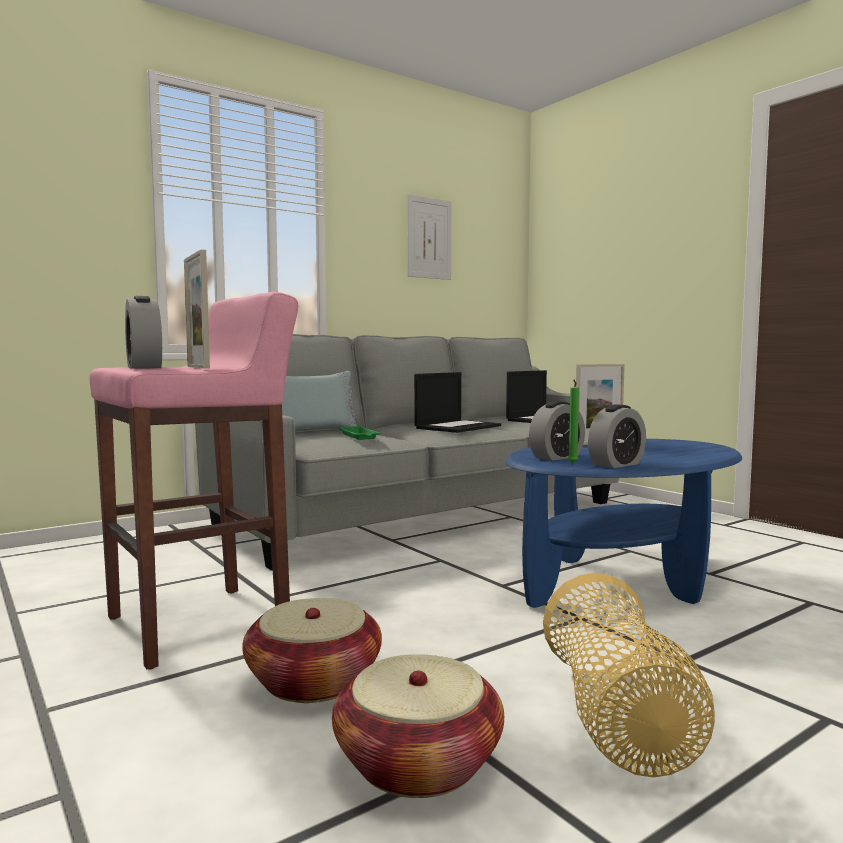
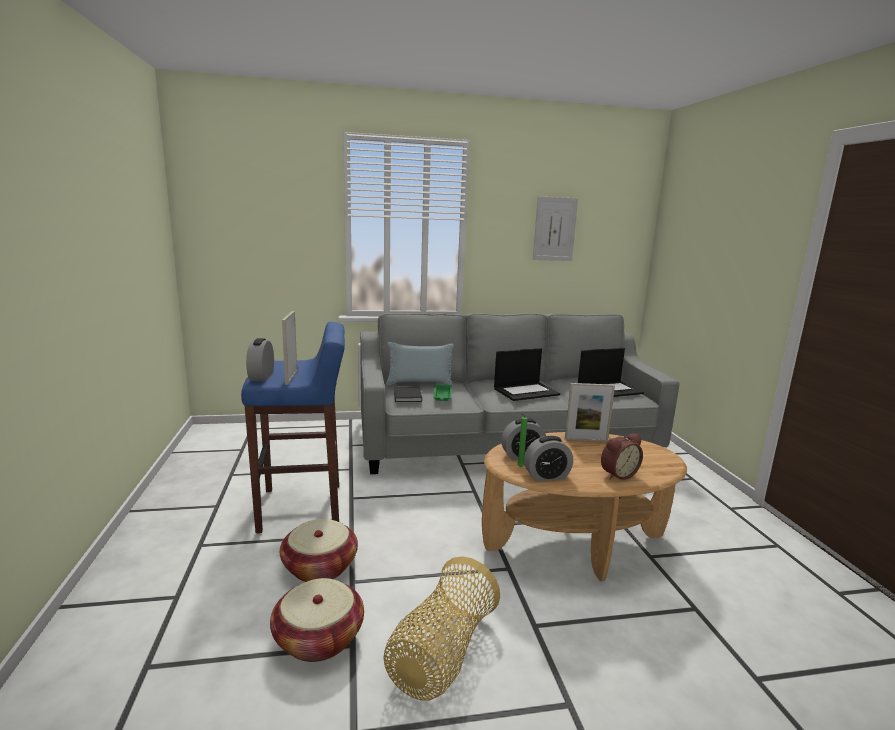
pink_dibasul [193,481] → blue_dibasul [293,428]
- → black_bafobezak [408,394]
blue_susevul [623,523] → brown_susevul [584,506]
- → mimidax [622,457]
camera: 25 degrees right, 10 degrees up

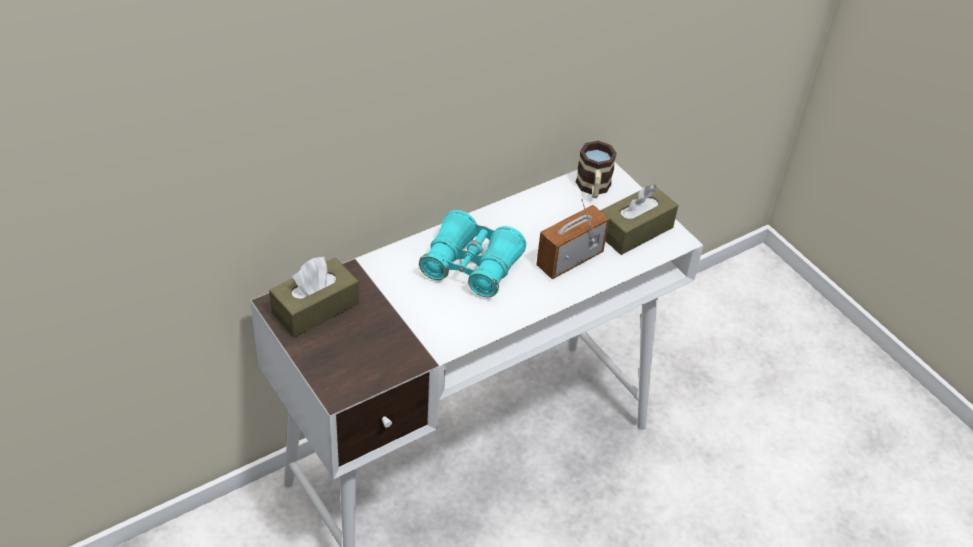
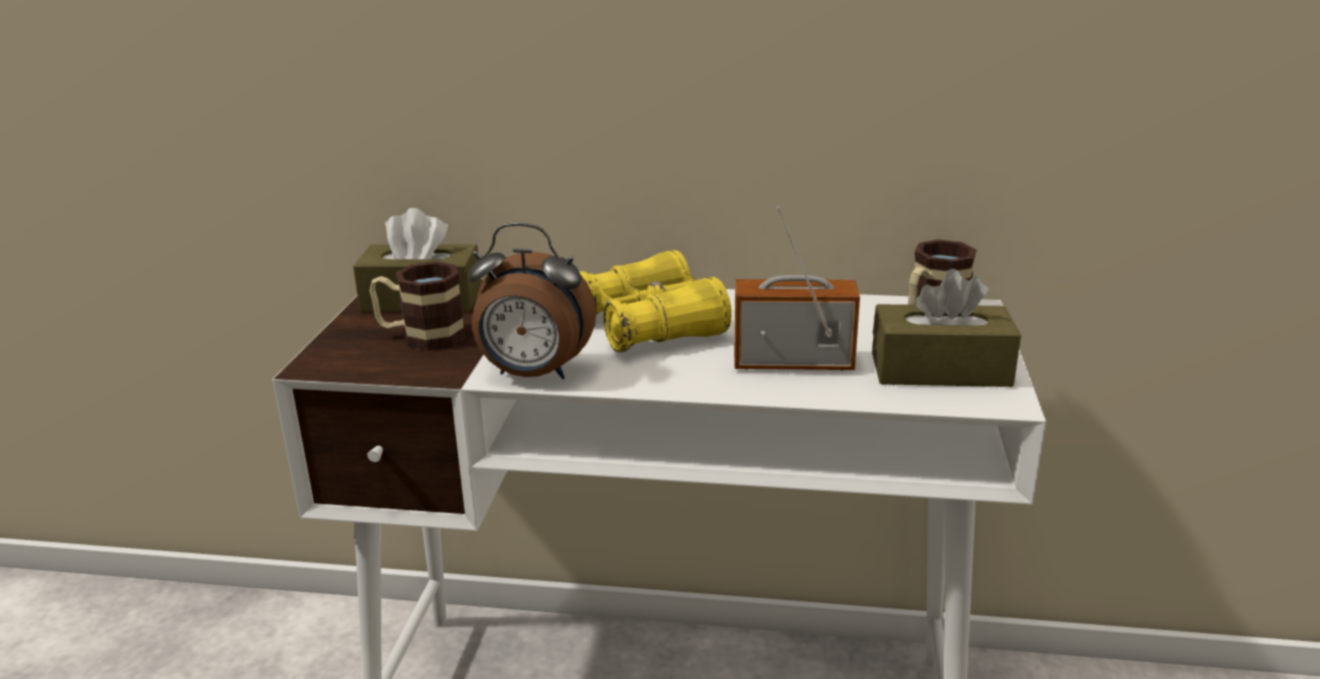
- → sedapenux [418,306]
- → mimidax [532,301]
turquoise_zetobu [472,253] → yellow_zetobu [655,301]
camera: 45 degrees right, 20 degrees down

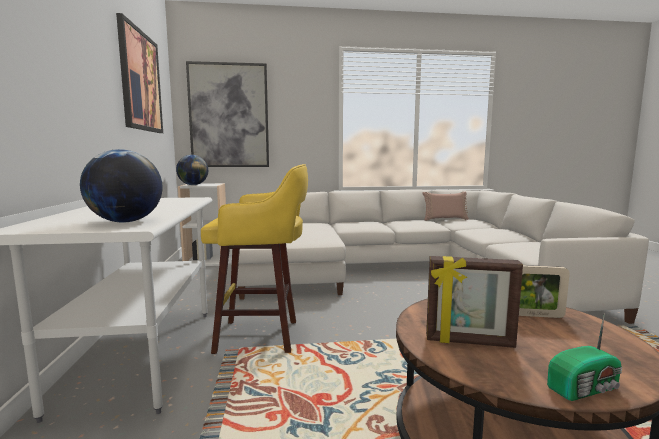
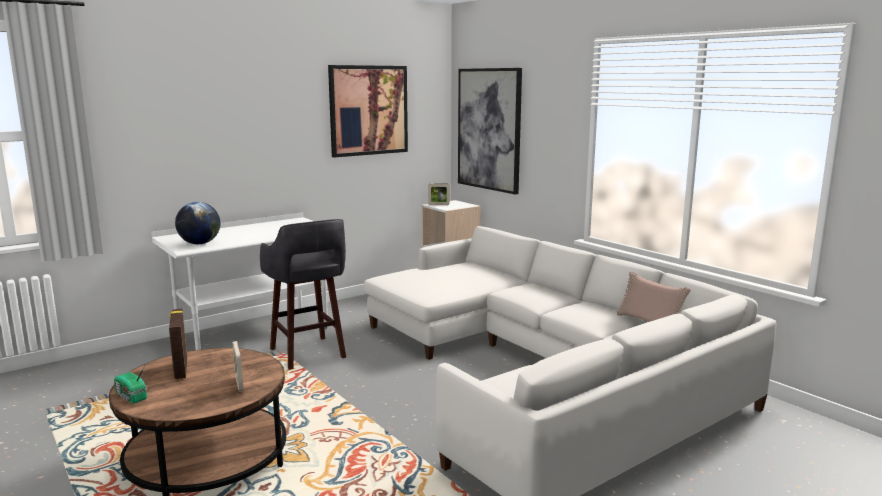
yellow_dibasul [254,259] → grey_dibasul [303,294]
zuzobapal [192,170] → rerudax [439,194]
camera: 60 degrees right, 5 degrees up

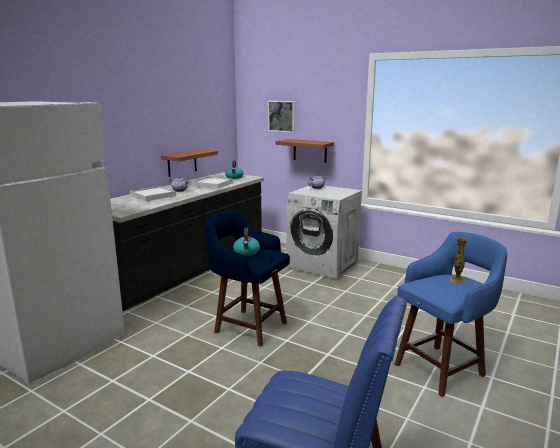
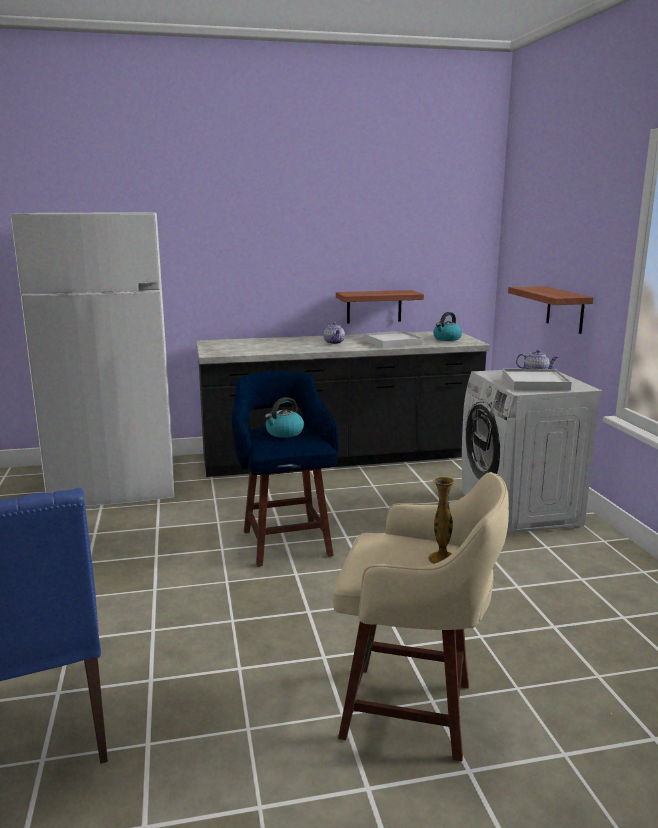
blue_dibasul [451,314] → beige_dibasul [421,616]
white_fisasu [153,193] → white_fisasu [537,380], move
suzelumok [282,117] → -
camera: 45 degrees right, 0 degrees up

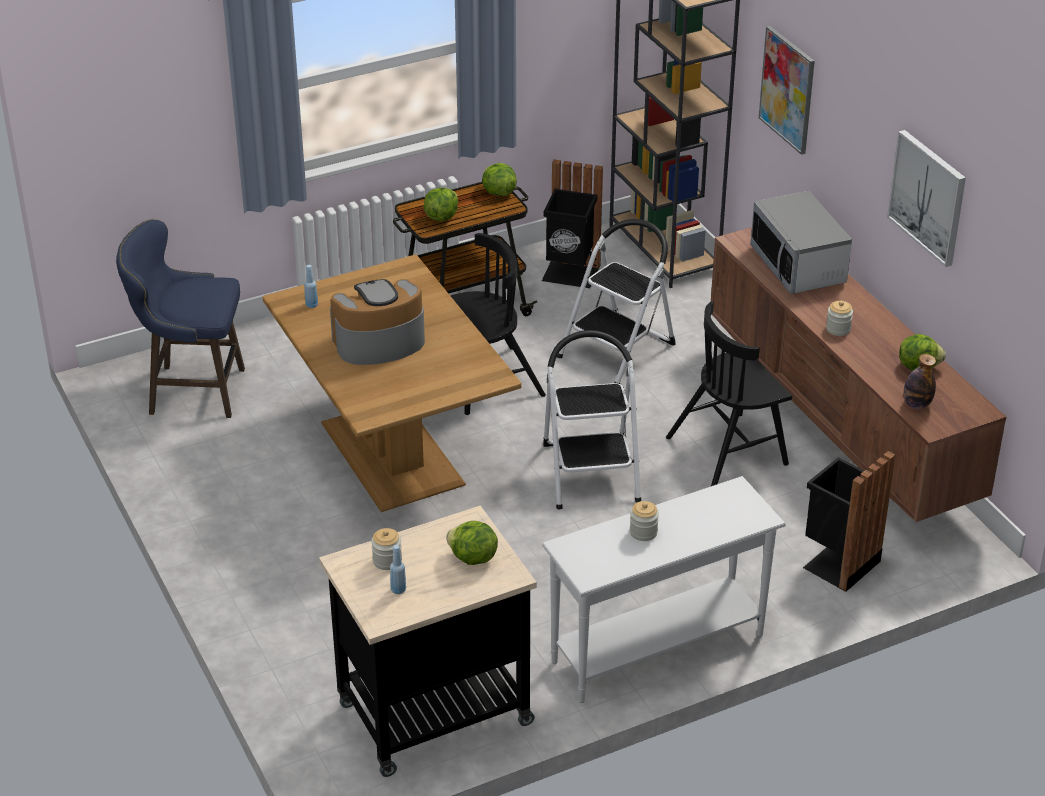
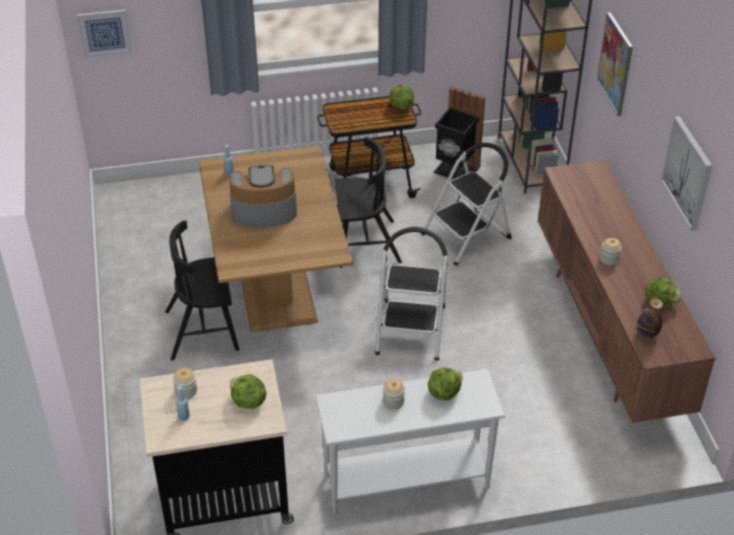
- → suzelumok [104,33]
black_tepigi [729,393] → black_tepigi [202,291], move
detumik [440,204] → detumik [445,384], move
blue_dibasul [180,318] → -
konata [801,242] → -
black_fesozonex [849,521] → -
camera: 15 degrees right, 5 degrees up

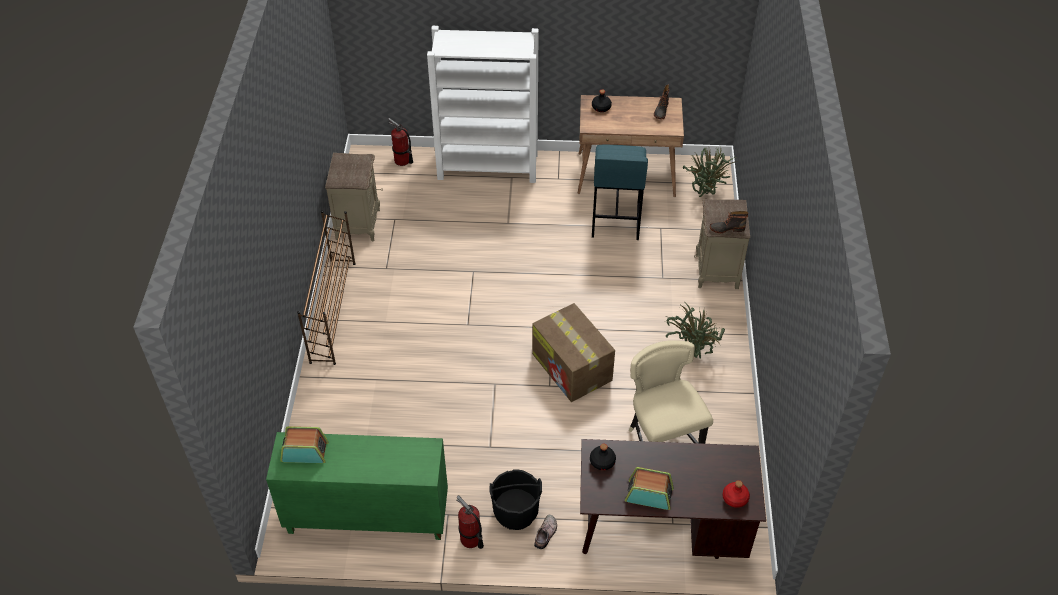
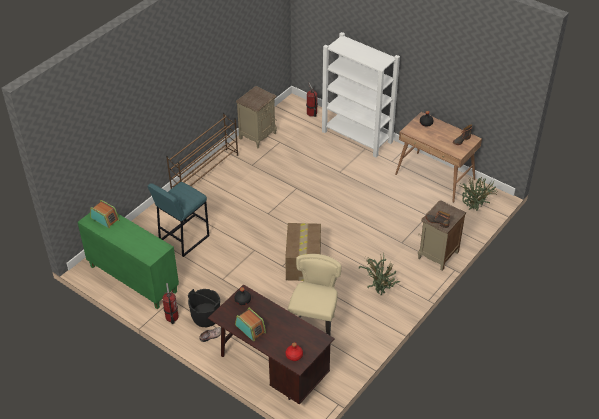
turquoise_dibasul [620,192] → turquoise_dibasul [178,219], move
camera: 35 degrees right, 5 degrees down

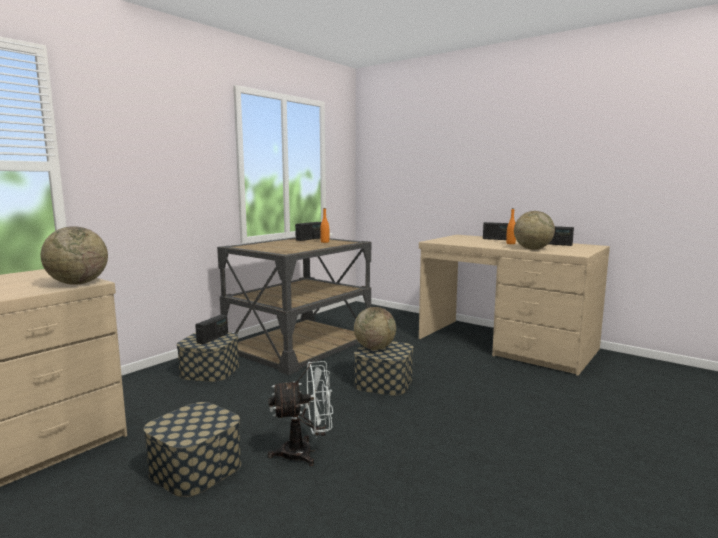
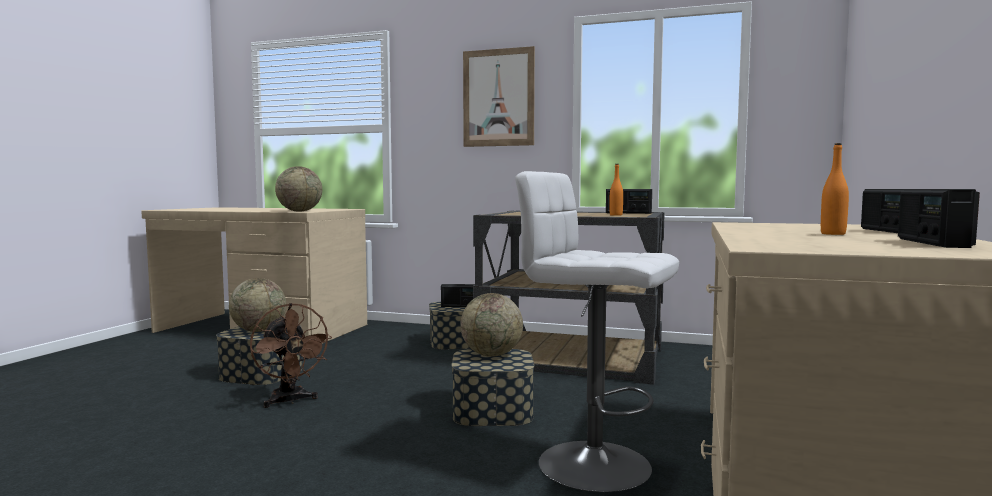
zuzobapal [534,230] → zuzobapal [257,305], move
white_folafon [300,413] → brown_folafon [291,355]
- → suzelumok [499,96]
- → white_dibasul [597,331]
camera: 70 degrees right, 5 degrees down

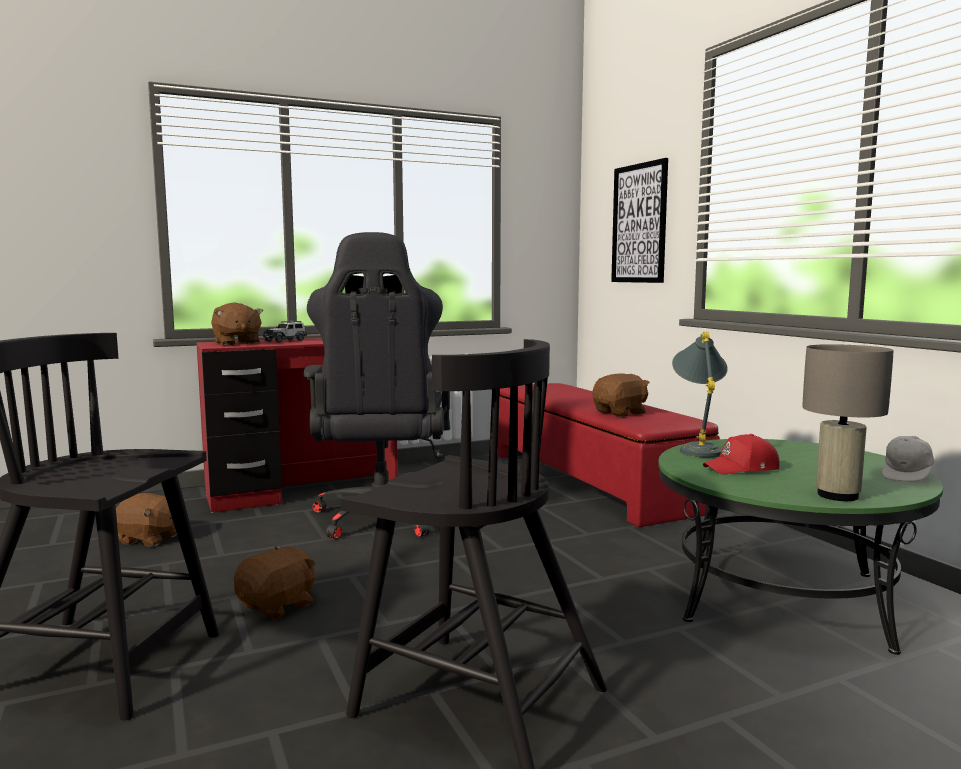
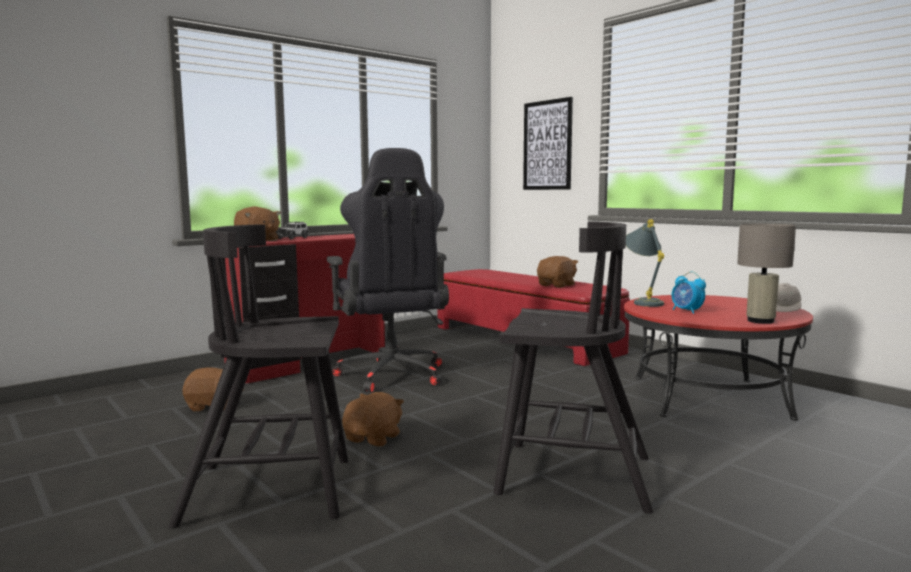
green_susevul [800,547] → red_susevul [718,357]
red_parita [741,454] → mimidax [689,292]
camera: 15 degrees left, 0 degrees up

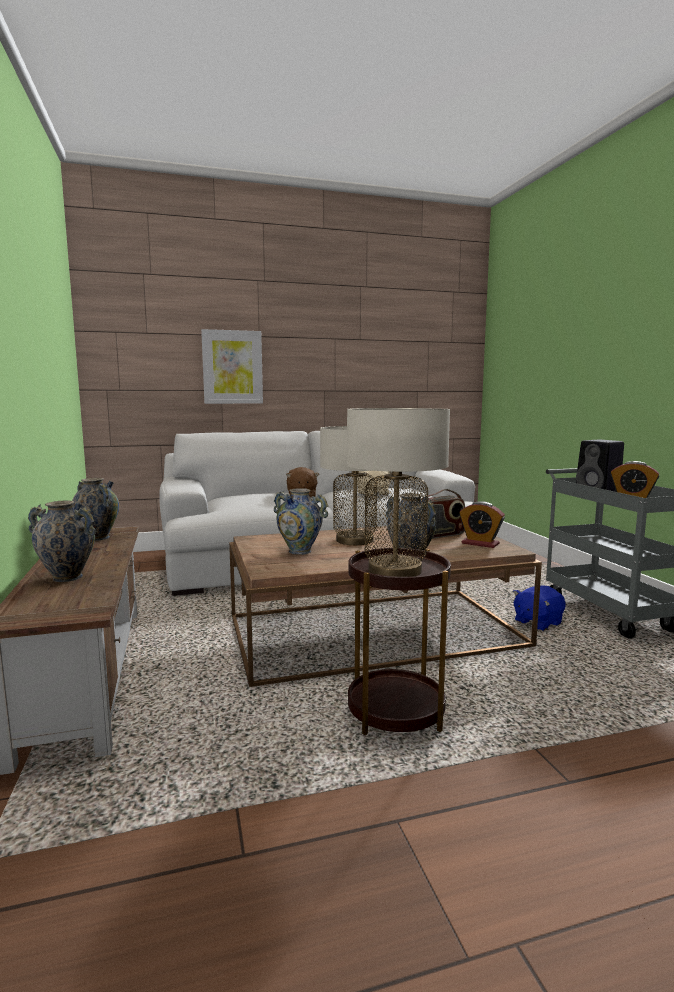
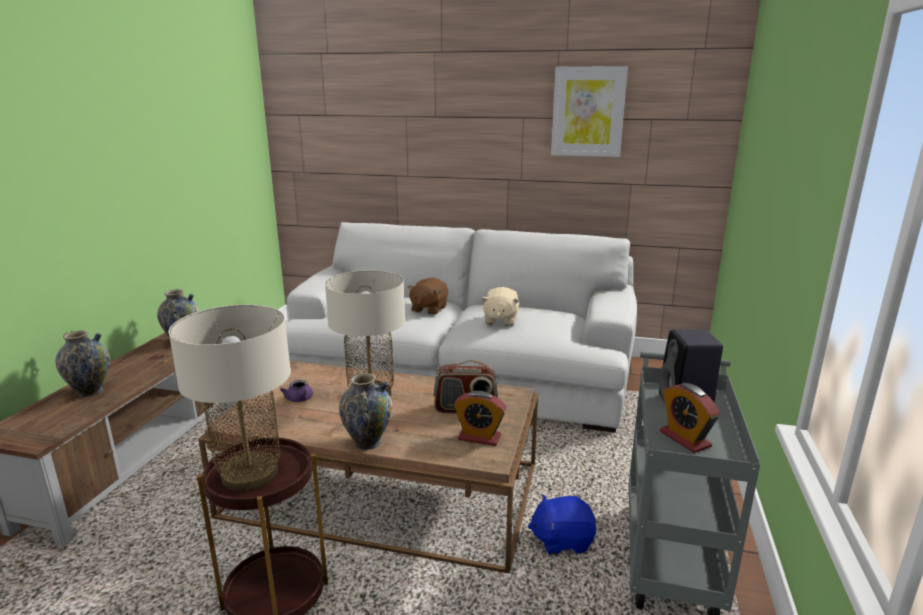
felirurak [301,521] → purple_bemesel [296,391]
mimidax [482,524] → mimidax [480,418], 45 degrees counterclockwise
suzelumok [232,366] → suzelumok [589,111], move
camera: 30 degrees right, 10 degrees up

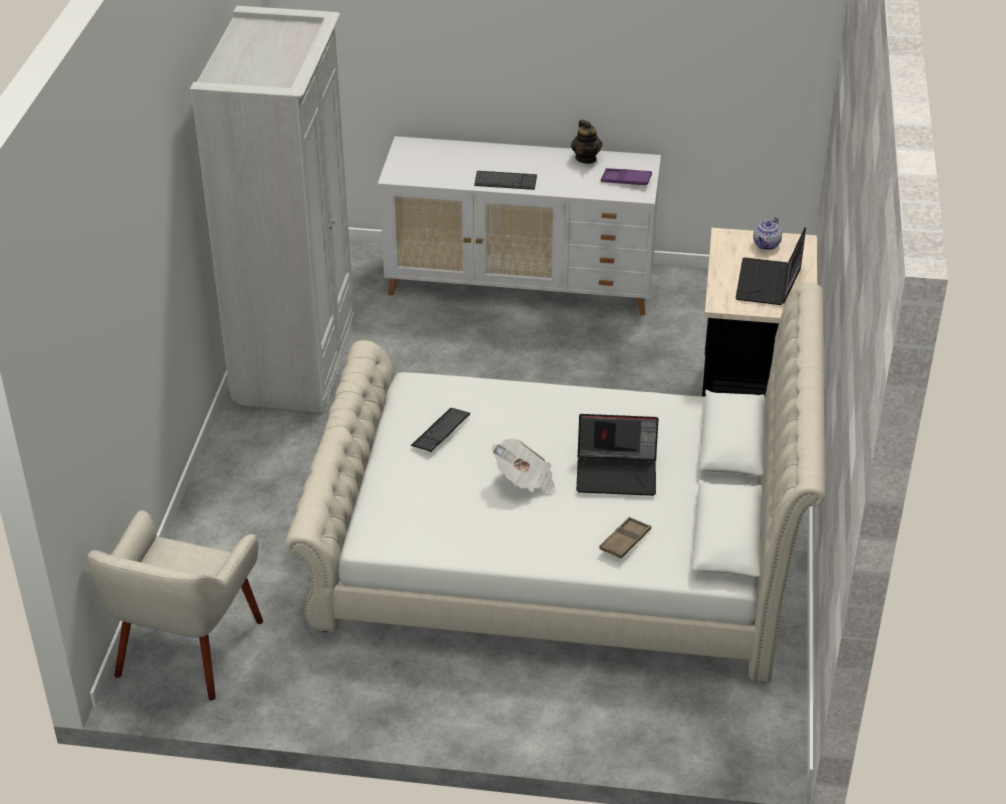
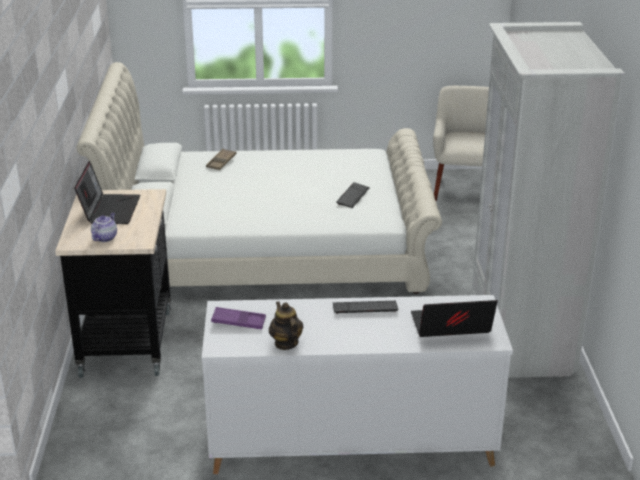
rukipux [617,455] → rukipux [454,318], move
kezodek [524,465] → -
camera: 170 degrees right, 10 degrees down

